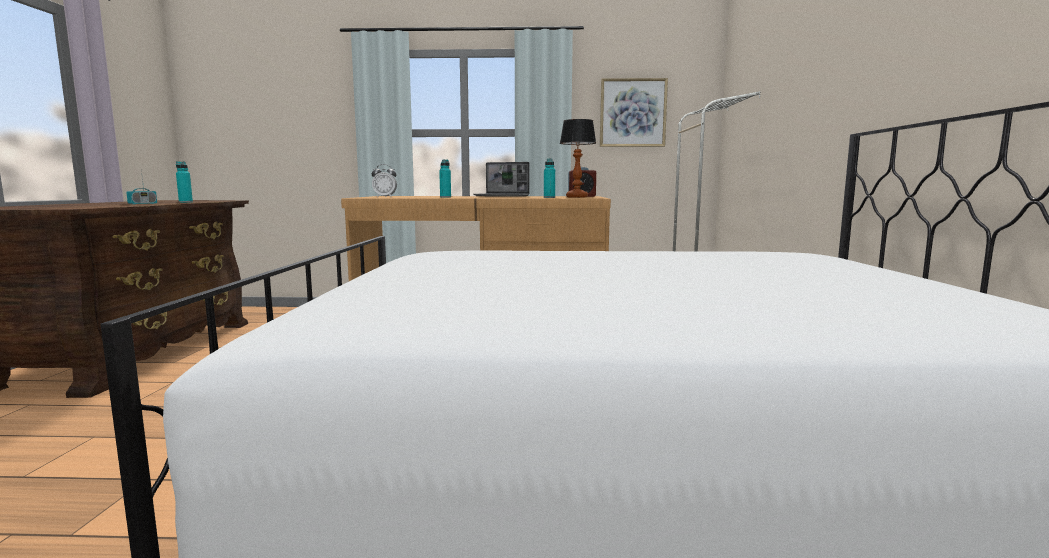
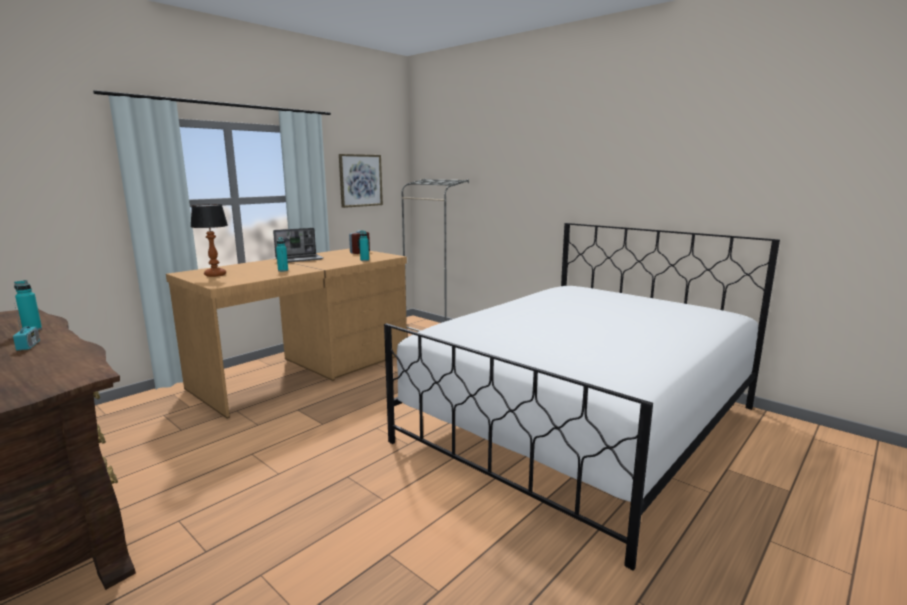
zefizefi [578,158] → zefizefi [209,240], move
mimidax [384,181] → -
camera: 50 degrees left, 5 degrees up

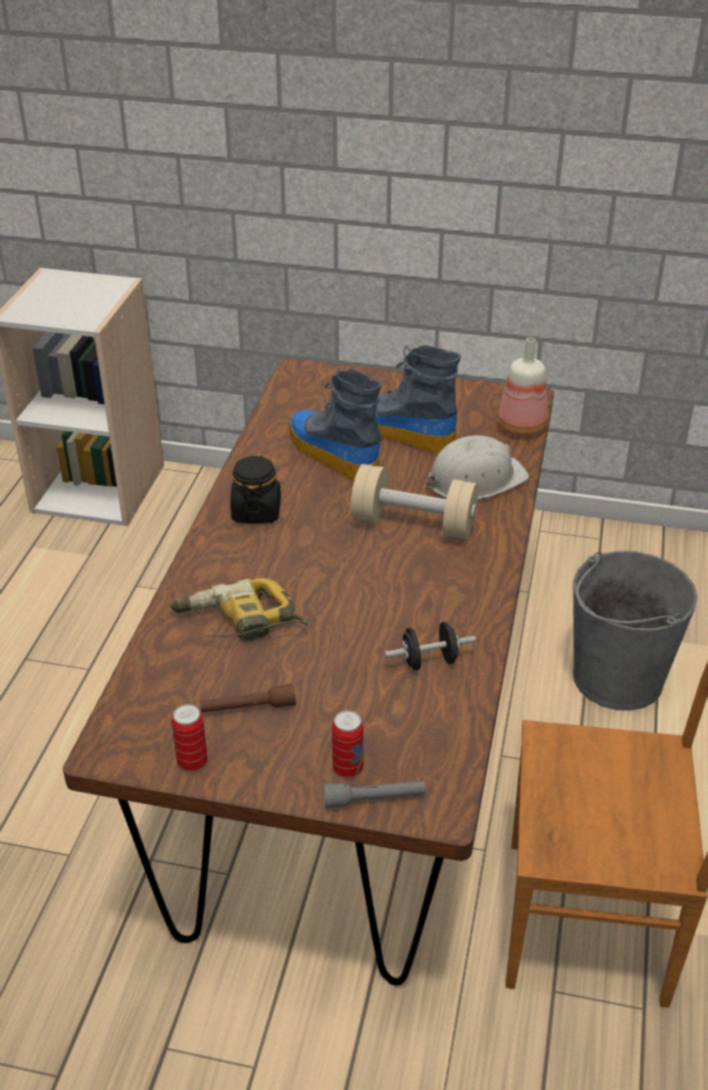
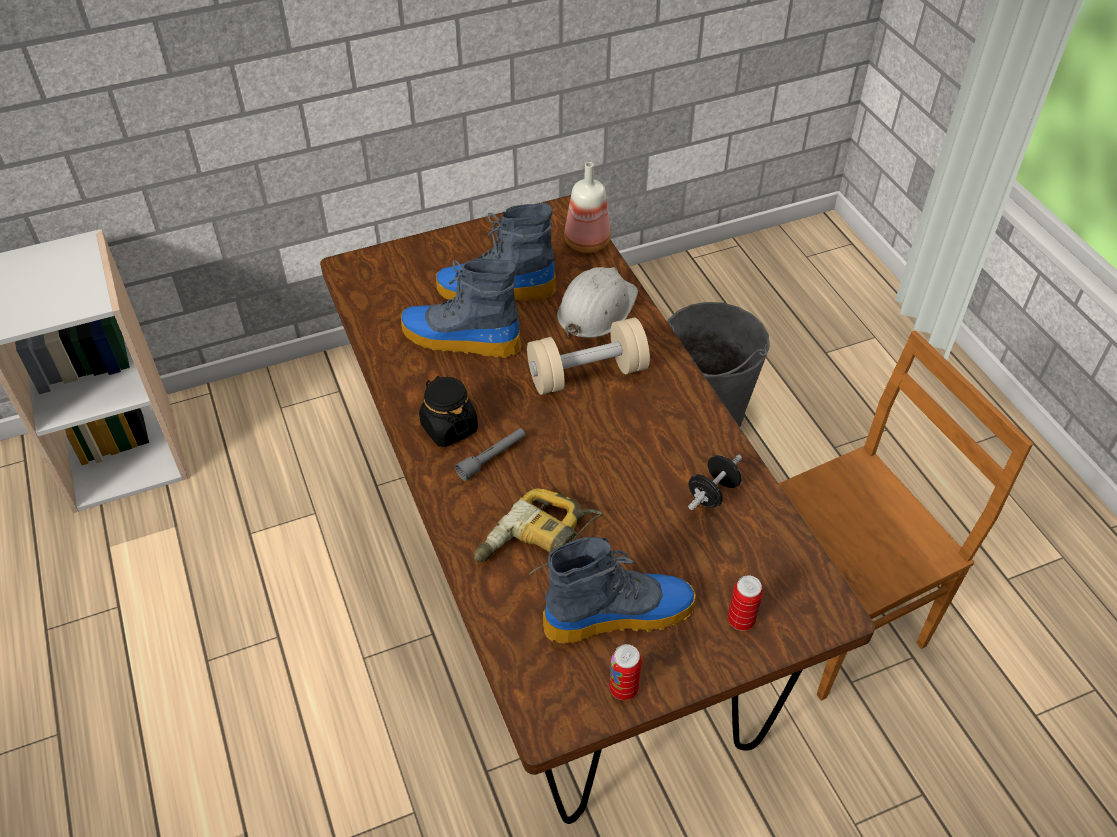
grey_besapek [374,794] → grey_besapek [490,454], move
brown_besapek [248,698] → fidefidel [619,590]
camera: 35 degrees left, 10 degrees up

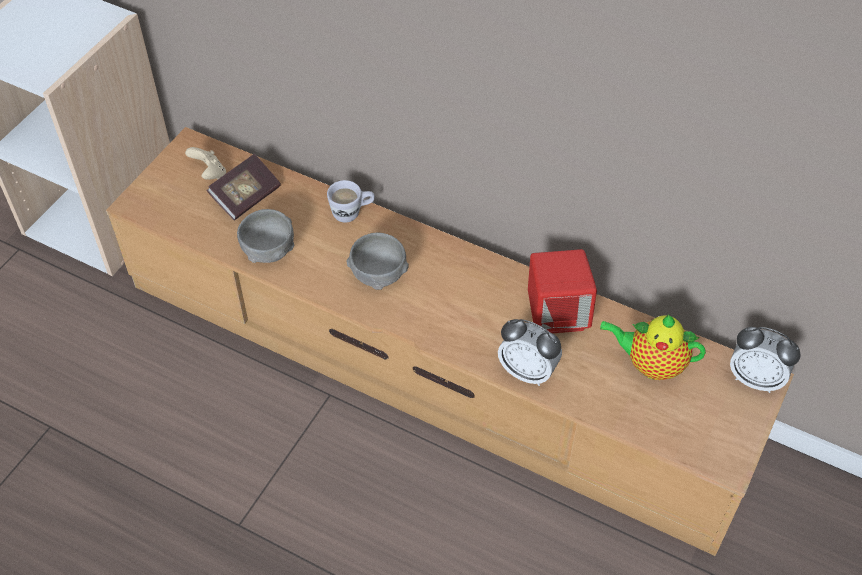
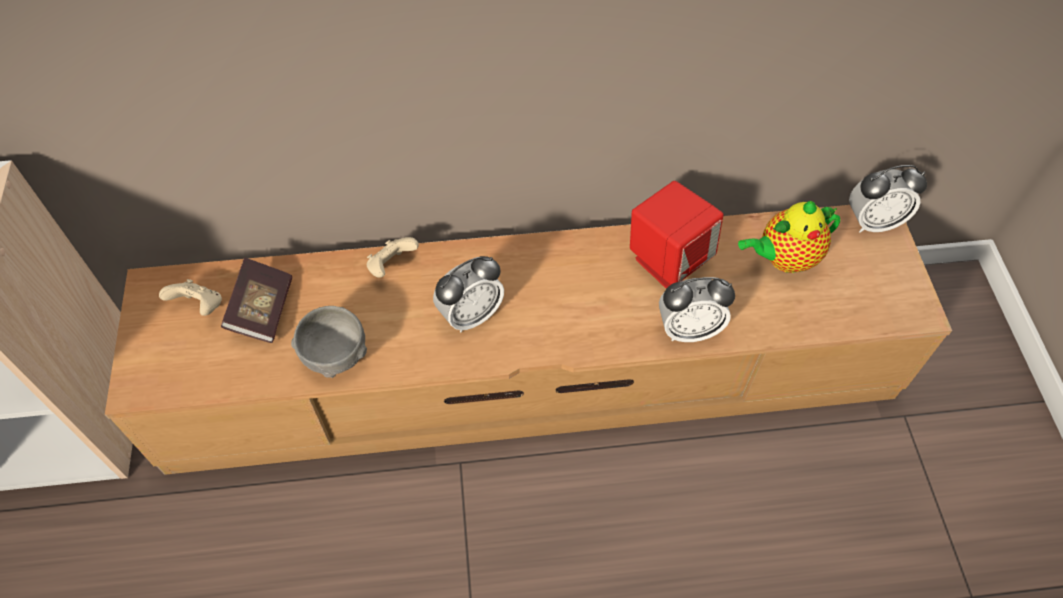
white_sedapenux [351,201] → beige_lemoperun [393,257]
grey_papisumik [378,261] → mimidax [468,294]
camera: 35 degrees left, 5 degrees up

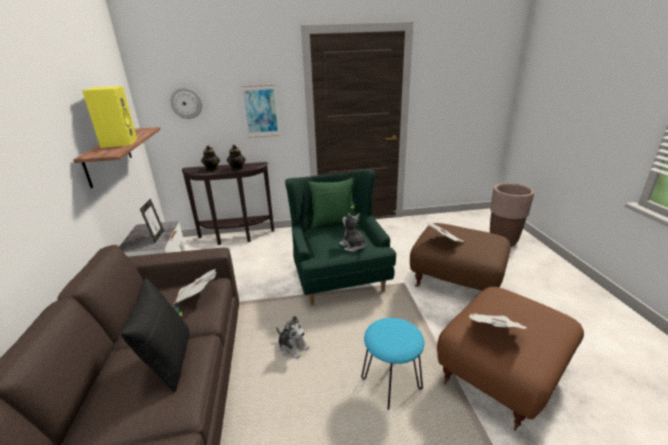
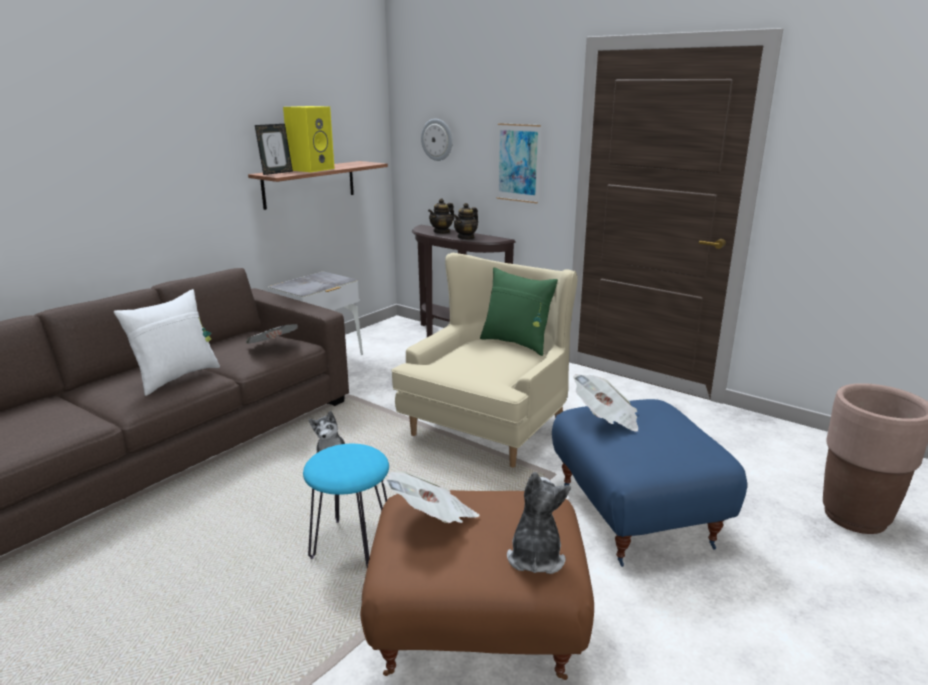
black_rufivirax [155,335] → white_rufivirax [167,342]
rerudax [152,220] → rerudax [274,149], move
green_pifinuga [341,237] → beige_pifinuga [484,360]
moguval [352,232] → moguval [539,523], move
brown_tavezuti [460,257] → blue_tavezuti [649,483]
camera: 45 degrees right, 5 degrees down

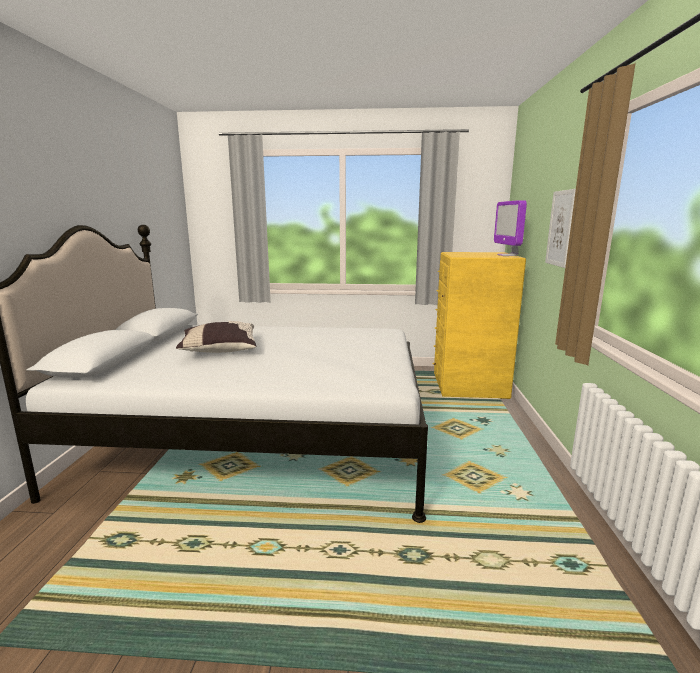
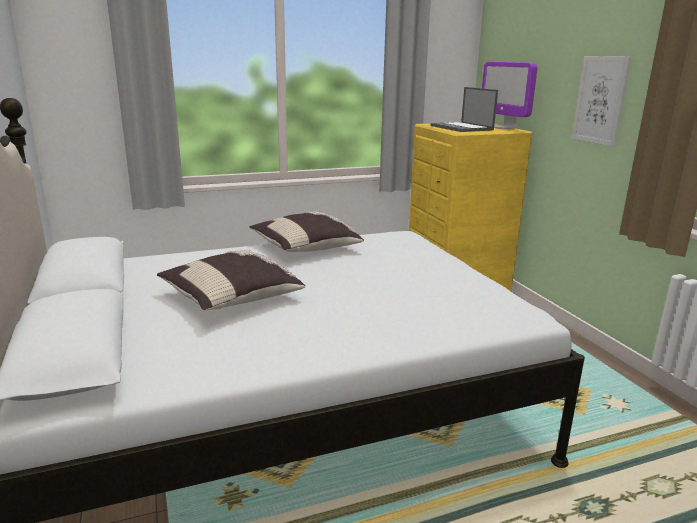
- → rufivirax [306,232]
- → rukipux [464,109]
camera: 25 degrees left, 5 degrees up

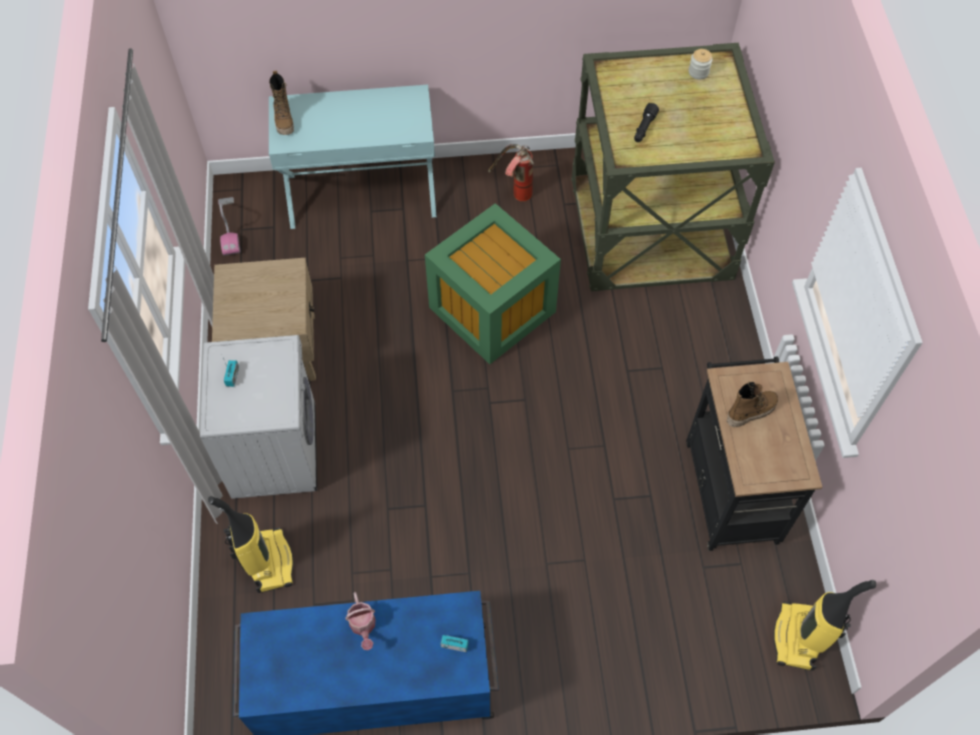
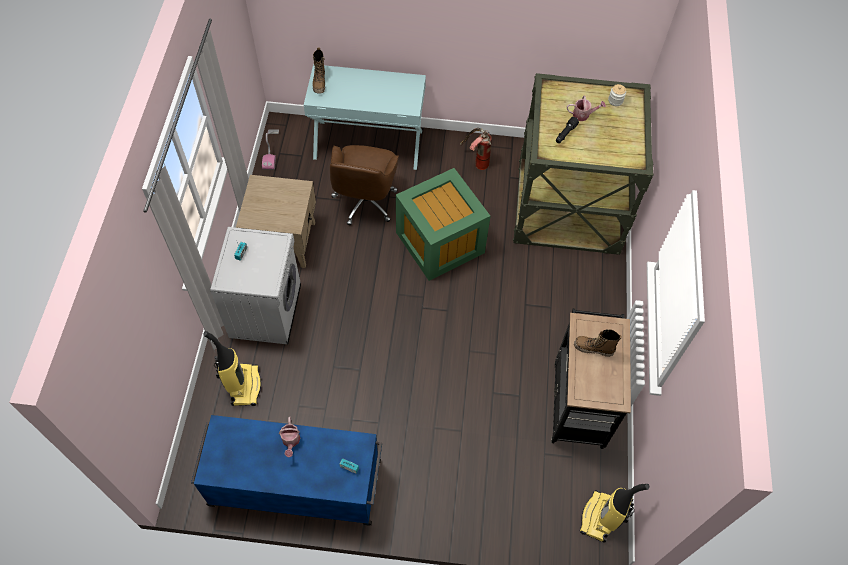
- → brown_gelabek [364,185]
- → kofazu [586,108]
fidefidel [752,404] → fidefidel [598,343], 150 degrees counterclockwise
camera: 10 degrees right, 0 degrees up

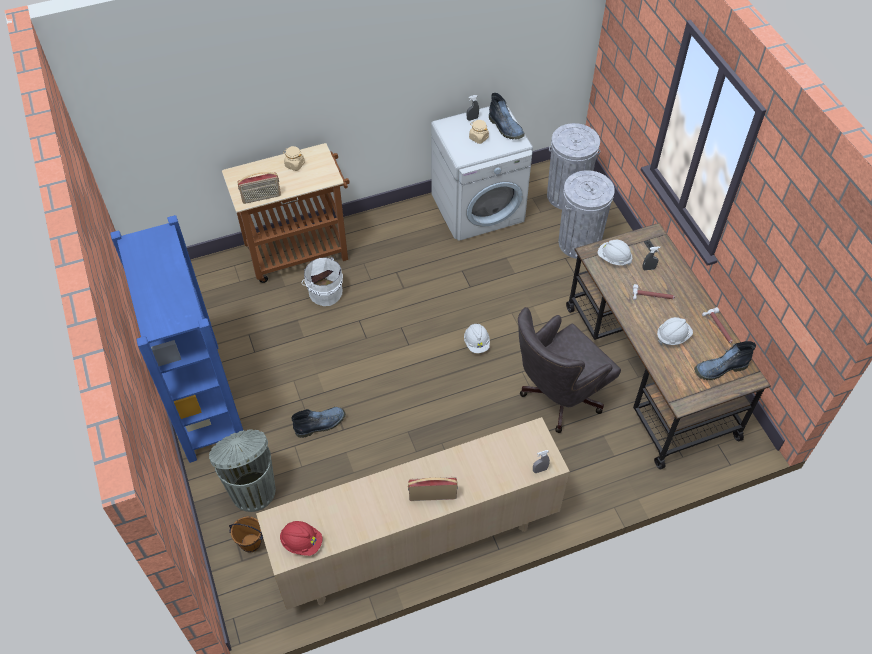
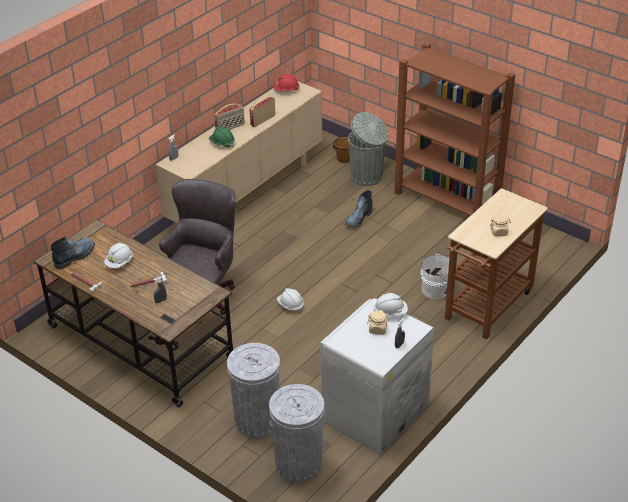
- → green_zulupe [222,137]
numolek [259,188] → numolek [262,111], move
white_zulupe [615,253] → white_zulupe [390,304], move
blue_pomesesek [176,339] → brown_pomesesek [454,129]
fidefidel [507,116] → -
camera: 150 degrees right, 15 degrees down

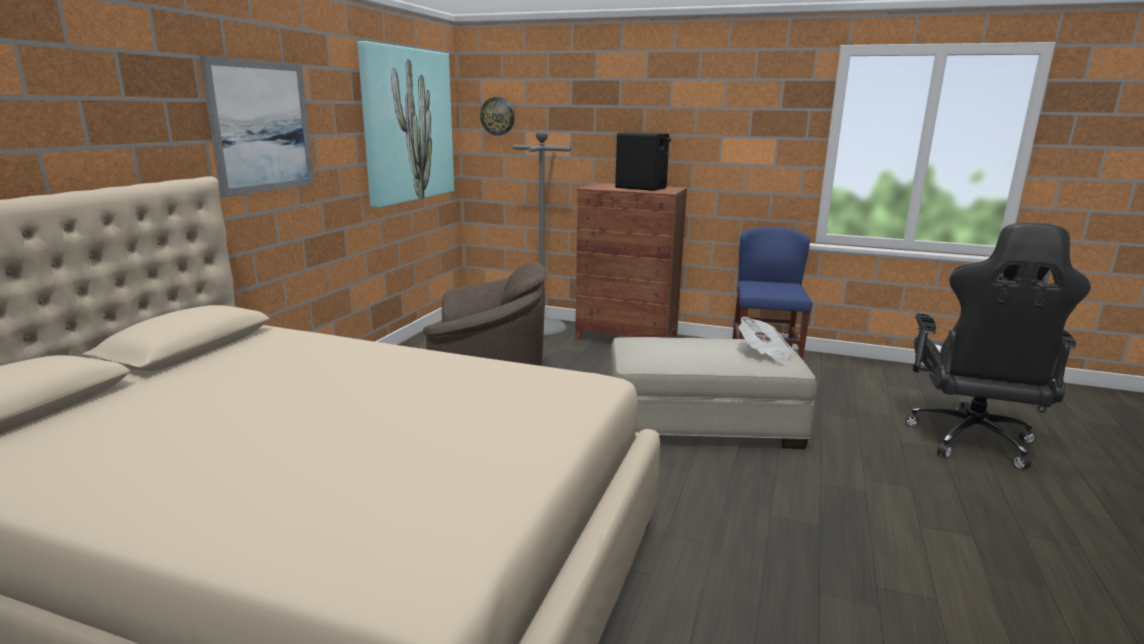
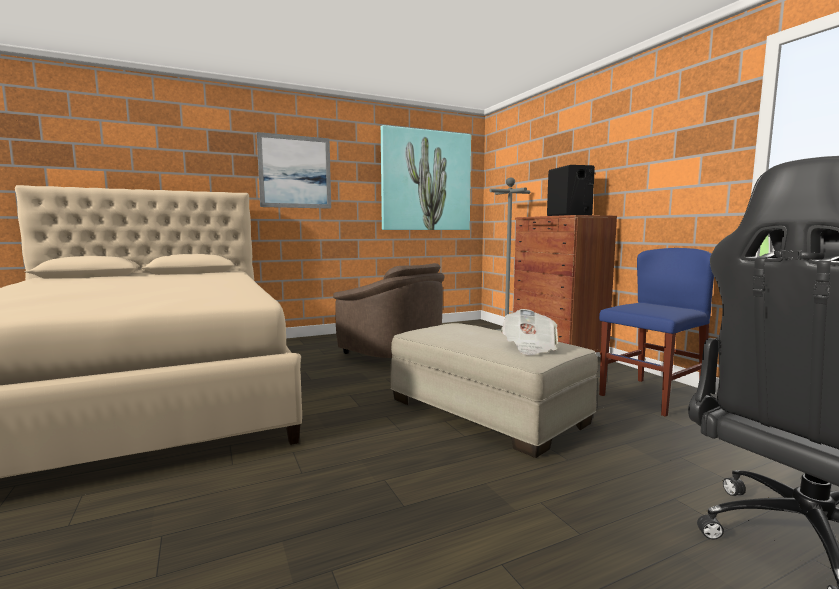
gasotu [497,116] → -
camera: 45 degrees right, 10 degrees down

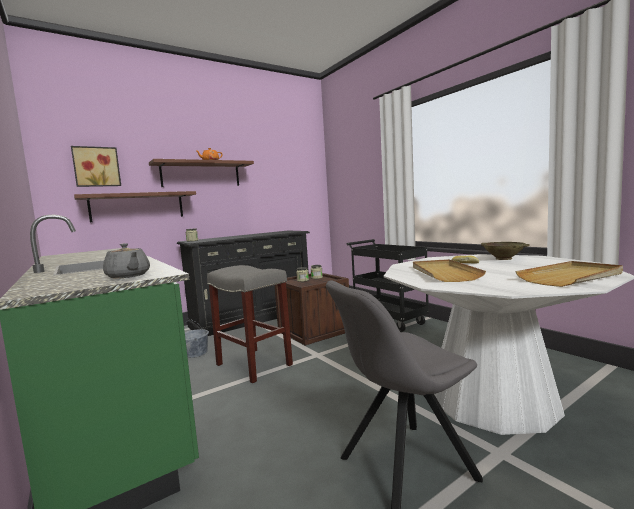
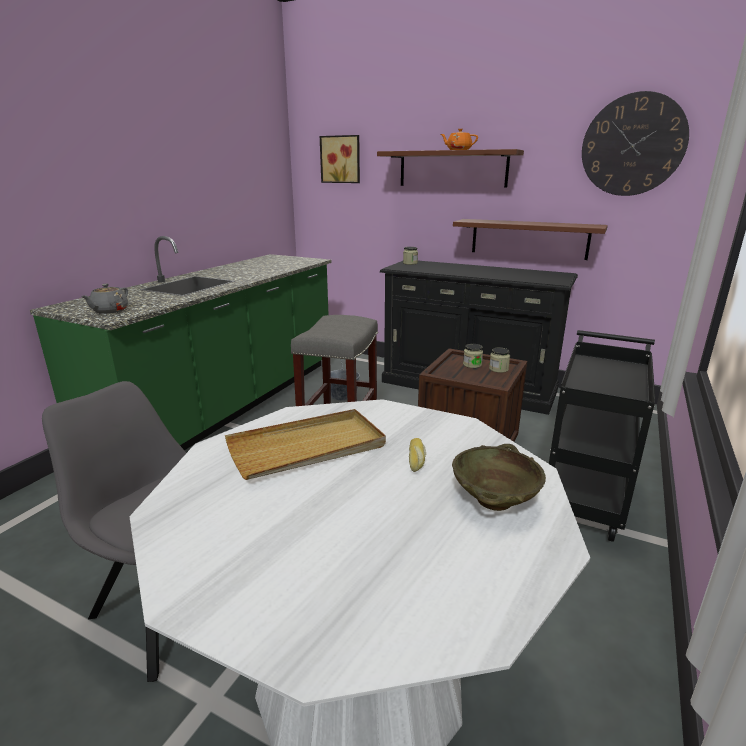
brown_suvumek [135,206] → brown_suvumek [530,239], move
- → gasotu [635,143]
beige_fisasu [569,274] → -
camera: 60 degrees right, 15 degrees up

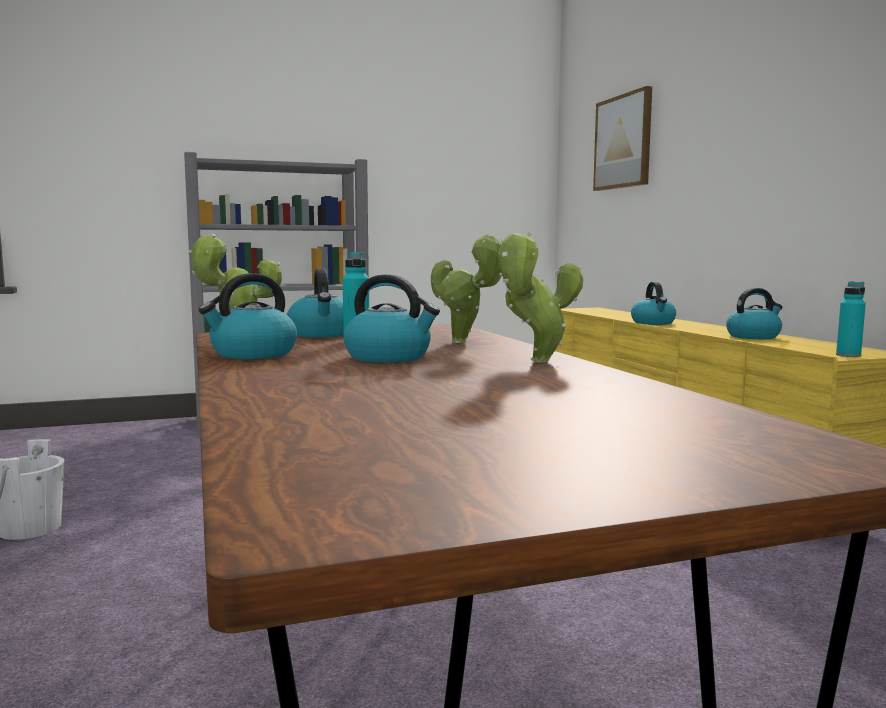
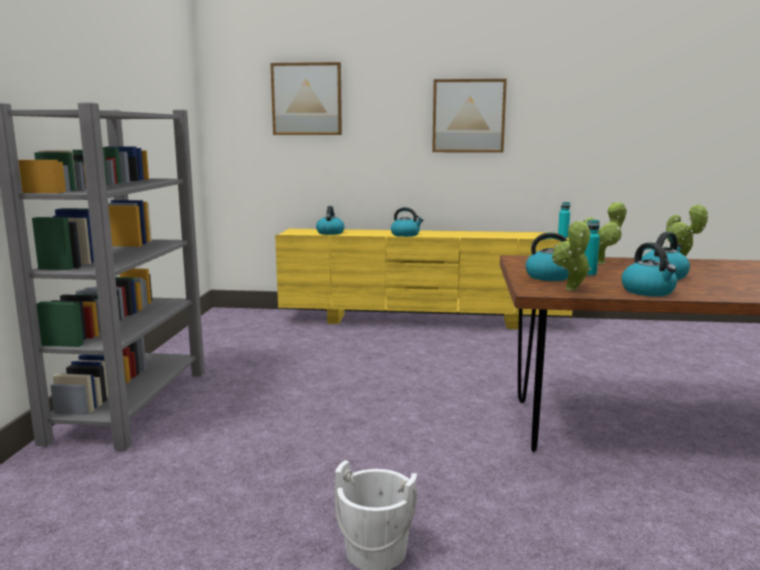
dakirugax [754,313] → dakirugax [330,220], move
- → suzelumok [469,116]
camera: 65 degrees left, 5 degrees up

